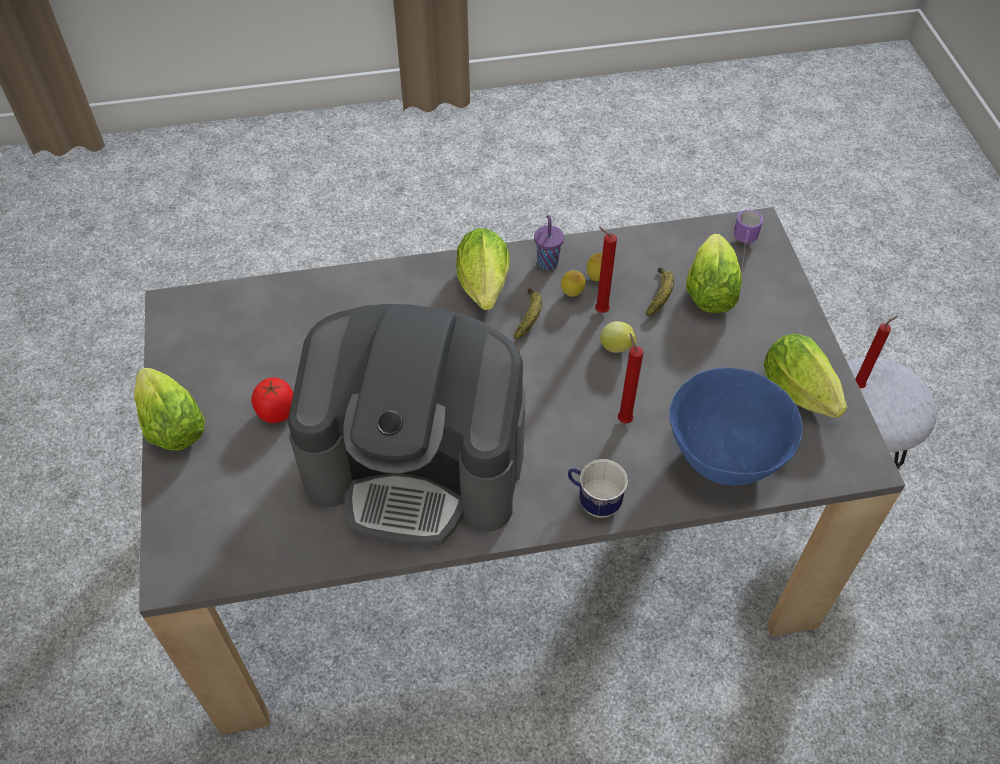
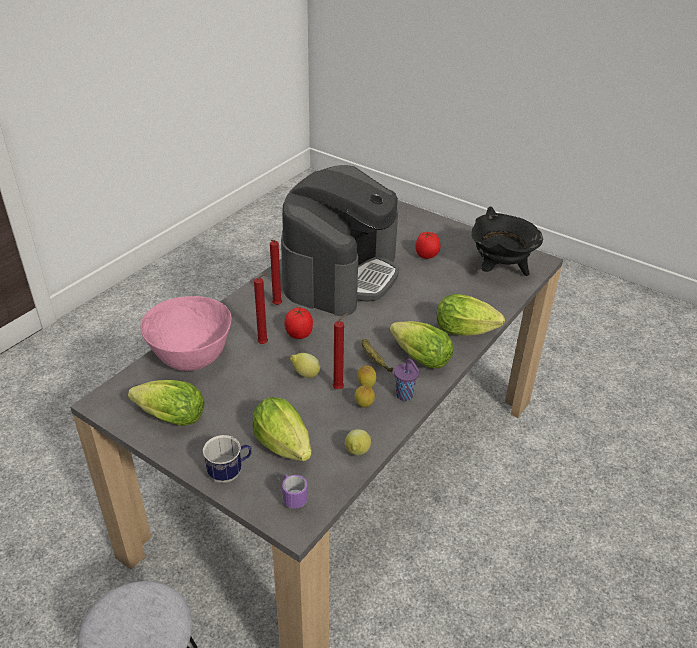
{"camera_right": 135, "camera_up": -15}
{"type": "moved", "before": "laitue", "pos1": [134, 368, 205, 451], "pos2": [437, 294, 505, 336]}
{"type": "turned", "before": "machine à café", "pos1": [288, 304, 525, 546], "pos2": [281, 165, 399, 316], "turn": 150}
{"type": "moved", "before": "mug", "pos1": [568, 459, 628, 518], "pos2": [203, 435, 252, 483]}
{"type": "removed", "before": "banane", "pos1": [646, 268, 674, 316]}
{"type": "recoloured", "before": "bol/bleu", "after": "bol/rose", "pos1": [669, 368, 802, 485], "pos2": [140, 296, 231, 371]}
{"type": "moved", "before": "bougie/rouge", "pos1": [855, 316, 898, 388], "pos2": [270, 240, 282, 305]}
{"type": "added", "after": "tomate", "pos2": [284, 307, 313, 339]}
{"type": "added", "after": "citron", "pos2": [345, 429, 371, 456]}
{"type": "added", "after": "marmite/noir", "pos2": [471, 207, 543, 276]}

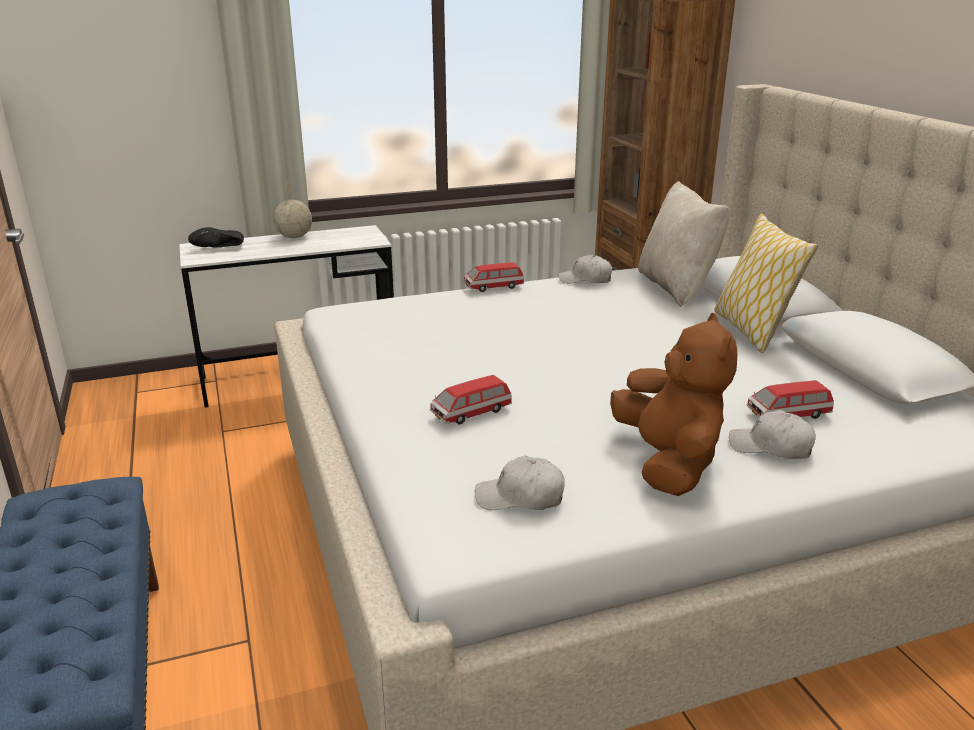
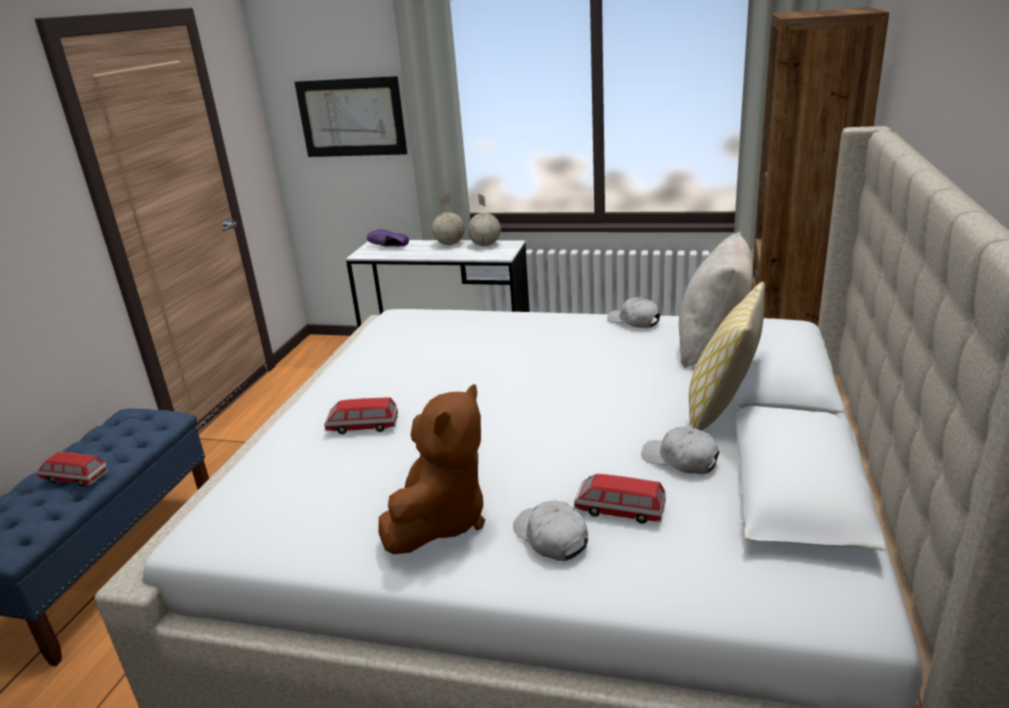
{"camera_right": 35, "camera_up": 0}
{"type": "recoloured", "before": "chaussure/noir", "after": "chaussure/violet", "pos1": [188, 227, 244, 248], "pos2": [367, 229, 409, 246]}
{"type": "moved", "before": "petite voiture", "pos1": [464, 262, 524, 292], "pos2": [36, 452, 108, 487]}
{"type": "moved", "before": "casquette/blanc", "pos1": [475, 456, 565, 510], "pos2": [641, 426, 719, 474]}
{"type": "added", "after": "tableau", "pos2": [294, 76, 407, 157]}
{"type": "added", "after": "globe", "pos2": [468, 194, 501, 246]}

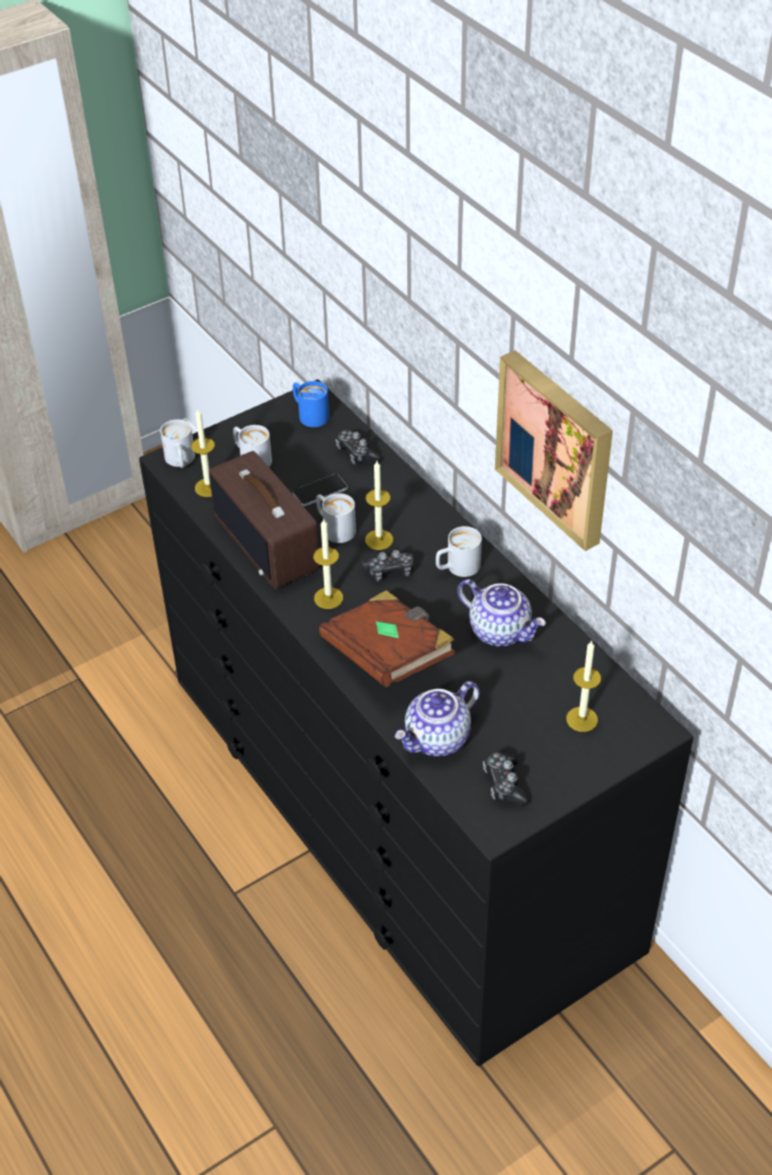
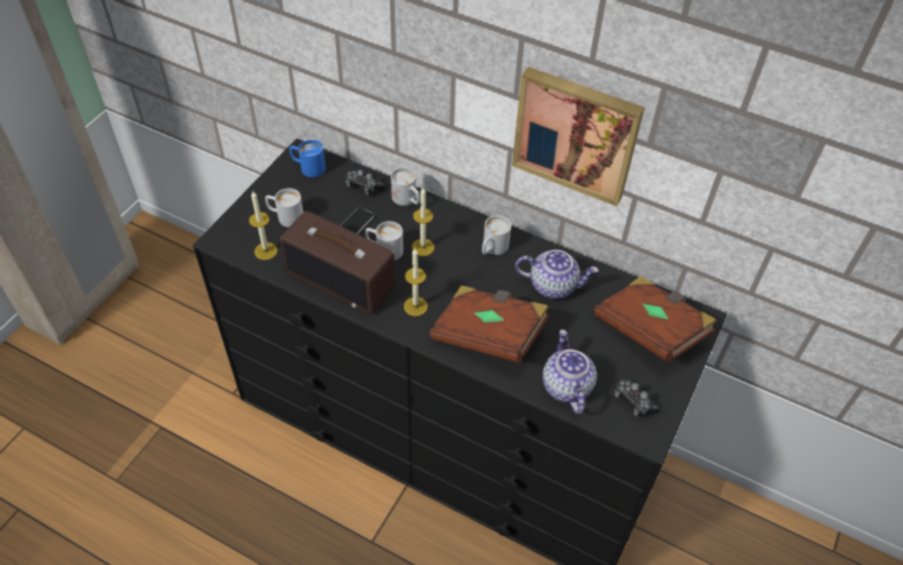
{"camera_right": -30, "camera_up": 5}
{"type": "moved", "before": "mug/blanc", "pos1": [160, 419, 195, 468], "pos2": [391, 167, 420, 206]}
{"type": "removed", "before": "manette", "pos1": [361, 550, 415, 581]}
{"type": "turned", "before": "théière", "pos1": [395, 681, 480, 757], "pos2": [543, 330, 597, 414], "turn": 150}
{"type": "replaced", "before": "bougie", "after": "livre/marron", "pos1": [566, 640, 601, 732], "pos2": [594, 276, 717, 362]}

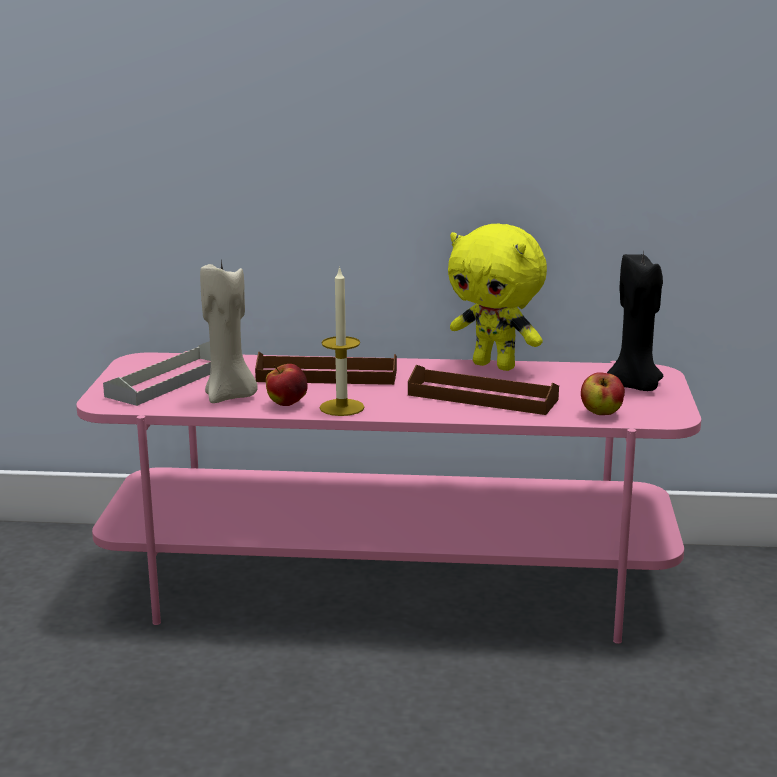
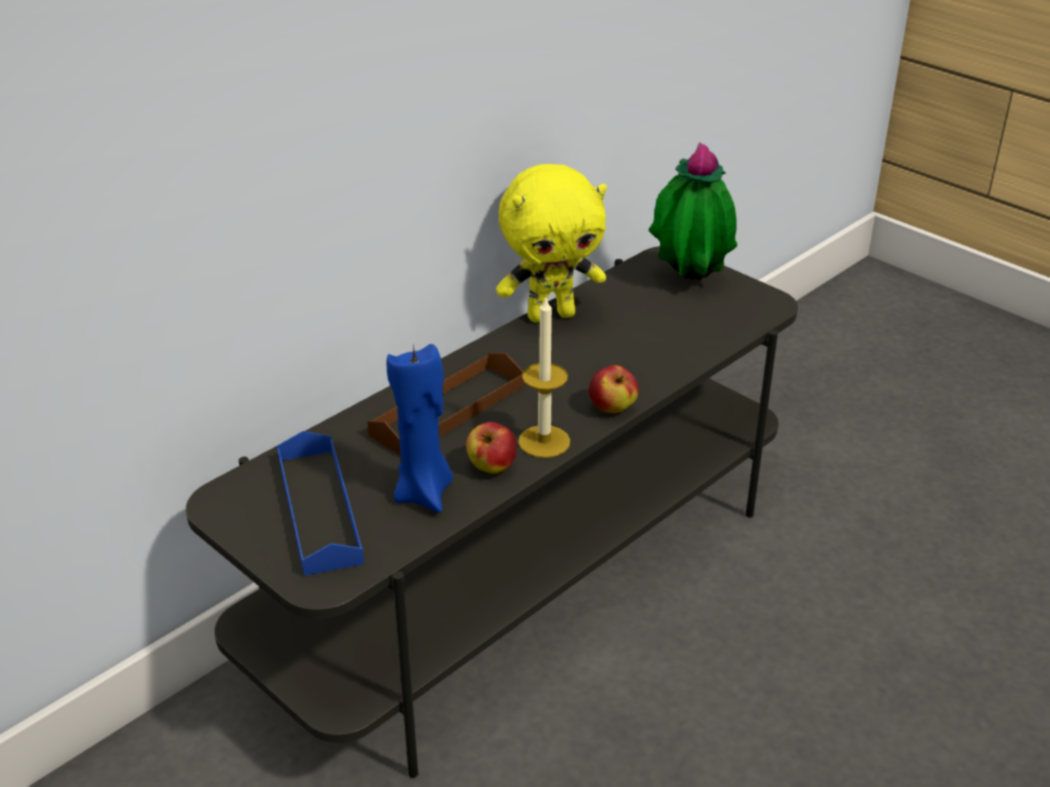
{"camera_right": -50, "camera_up": 15}
{"type": "recoloured", "before": "meuble télé/rose", "after": "meuble télé/gris", "pos1": [76, 351, 701, 644], "pos2": [186, 246, 798, 778]}
{"type": "recoloured", "before": "plateau/gris", "after": "plateau/bleu", "pos1": [103, 341, 211, 406], "pos2": [277, 431, 364, 576]}
{"type": "recoloured", "before": "bougie/beige", "after": "bougie/bleu", "pos1": [200, 259, 258, 403], "pos2": [387, 344, 453, 513]}
{"type": "removed", "before": "plateau/marron", "pos1": [408, 365, 559, 415]}
{"type": "moved", "before": "pomme", "pos1": [581, 372, 625, 415], "pos2": [589, 365, 639, 413]}
{"type": "replaced", "before": "bougie/noir", "after": "plante en pot", "pos1": [607, 253, 663, 391], "pos2": [648, 142, 737, 280]}

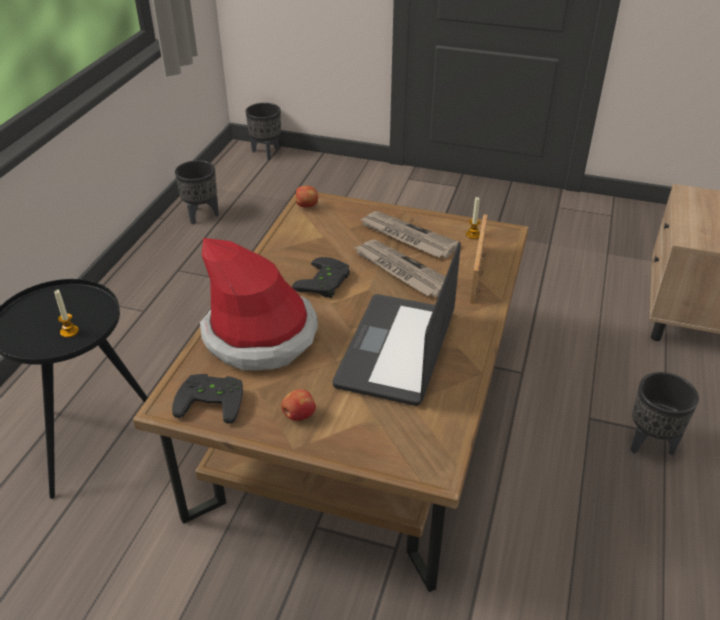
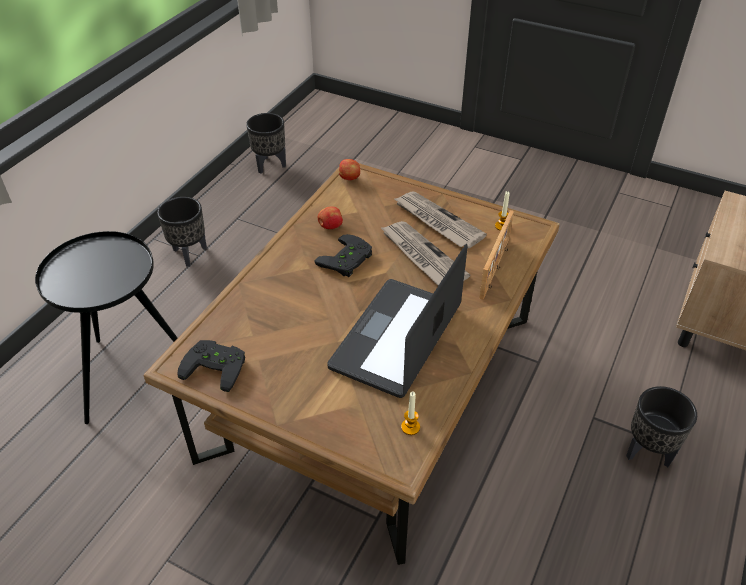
{"camera_right": 10, "camera_up": 5}
{"type": "moved", "before": "bougie", "pos1": [54, 290, 79, 338], "pos2": [401, 391, 420, 435]}
{"type": "removed", "before": "chapeau", "pos1": [200, 238, 318, 370]}
{"type": "moved", "before": "cache-pot/noir", "pos1": [246, 103, 281, 160], "pos2": [157, 197, 207, 267]}
{"type": "moved", "before": "pomme", "pos1": [281, 389, 316, 421], "pos2": [318, 207, 343, 229]}

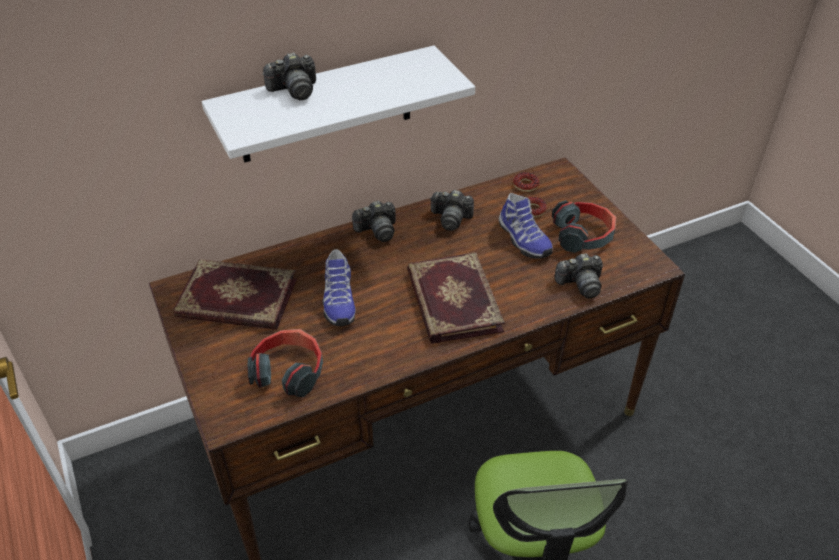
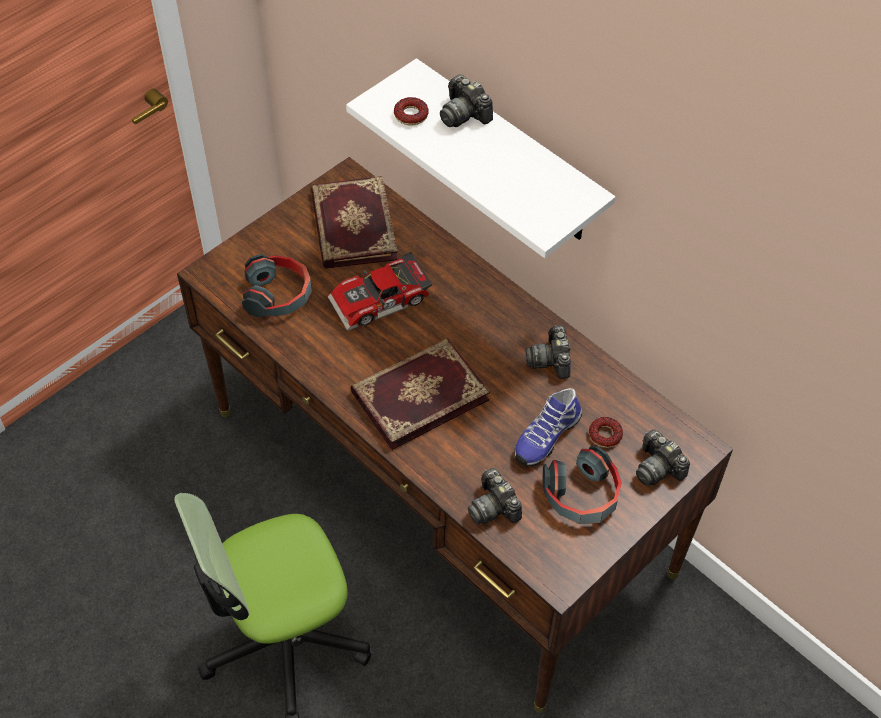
{"camera_right": 70, "camera_up": 10}
{"type": "replaced", "before": "chaussure", "after": "petite voiture", "pos1": [322, 249, 356, 326], "pos2": [328, 252, 432, 331]}
{"type": "moved", "before": "appareil photo", "pos1": [352, 201, 396, 242], "pos2": [636, 430, 690, 486]}
{"type": "moved", "before": "beignet", "pos1": [513, 172, 539, 192], "pos2": [394, 97, 429, 125]}

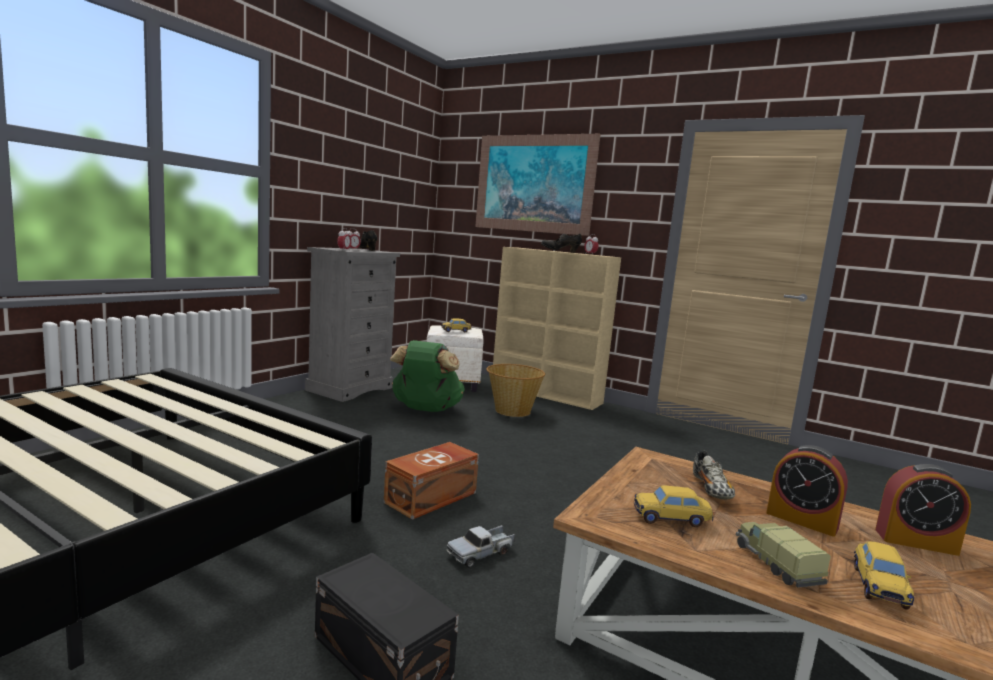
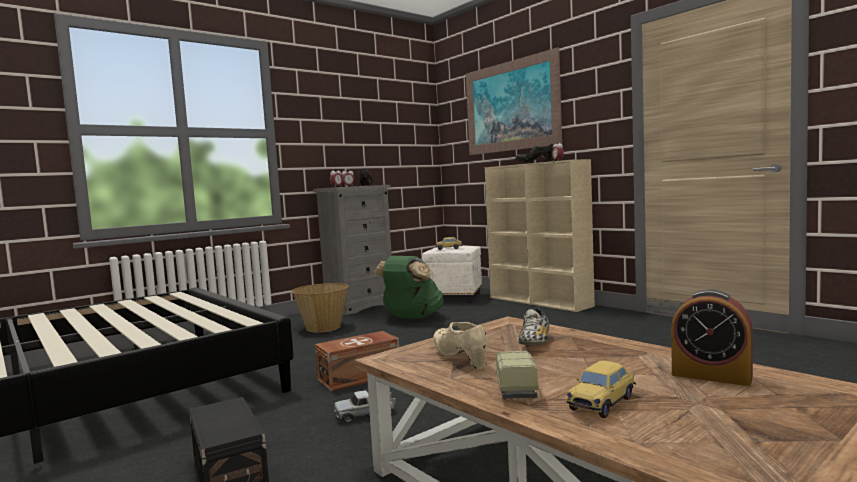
{"camera_right": 20, "camera_up": -5}
{"type": "moved", "before": "panier", "pos1": [486, 364, 545, 417], "pos2": [291, 283, 349, 332]}
{"type": "replaced", "before": "petite voiture", "after": "chaussure/beige", "pos1": [634, 485, 714, 527], "pos2": [433, 322, 488, 369]}
{"type": "removed", "before": "réveil", "pos1": [766, 445, 848, 537]}

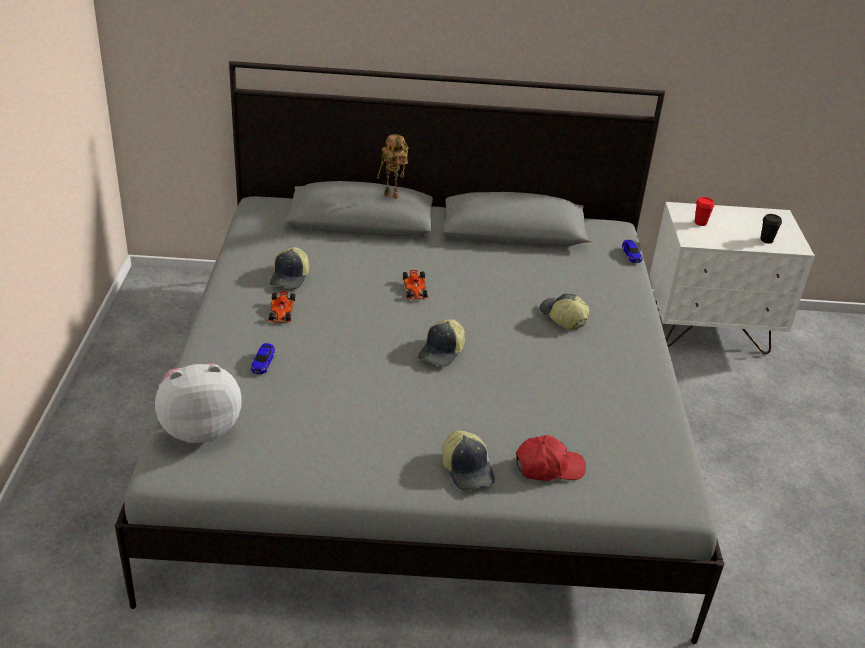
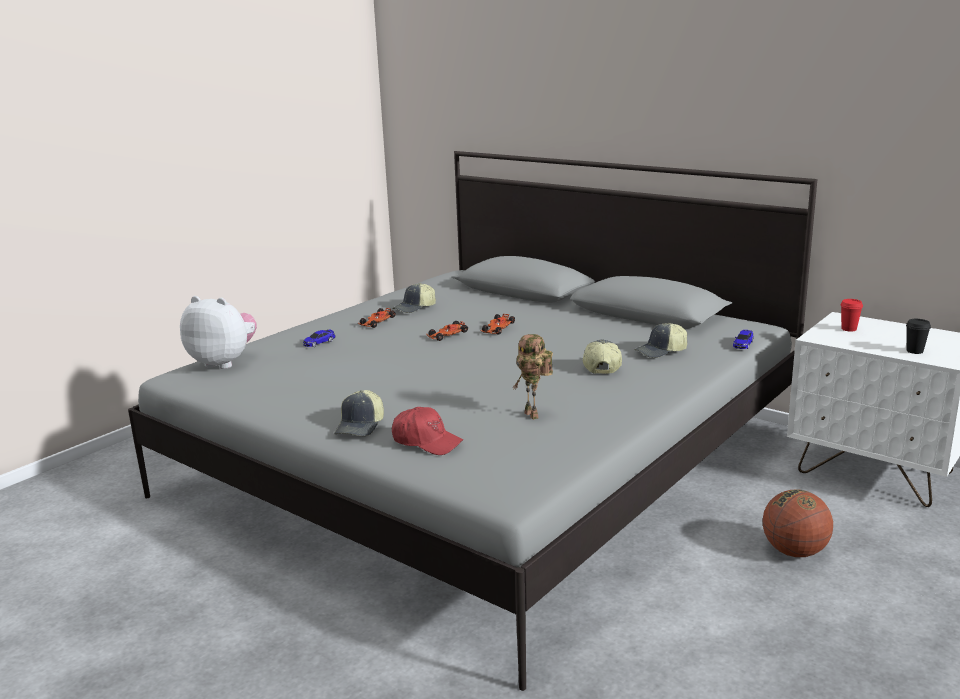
{"camera_right": 40, "camera_up": -15}
{"type": "moved", "before": "robot jouet", "pos1": [377, 134, 409, 199], "pos2": [513, 334, 553, 420]}
{"type": "moved", "before": "casquette", "pos1": [418, 319, 465, 367], "pos2": [634, 323, 687, 358]}
{"type": "added", "after": "petite voiture", "pos2": [426, 321, 468, 341]}
{"type": "added", "after": "ballon de basket", "pos2": [763, 490, 833, 557]}

